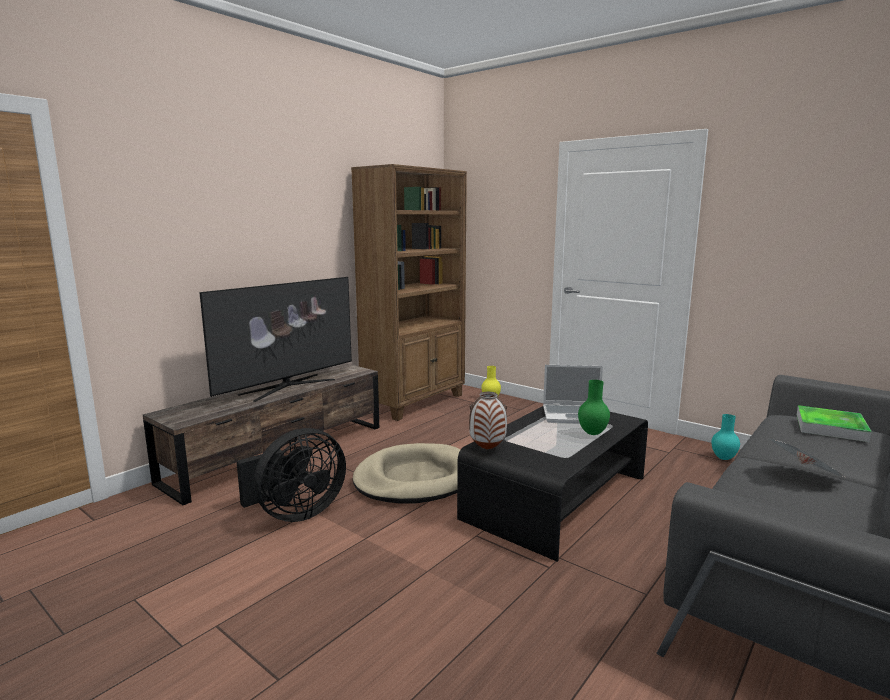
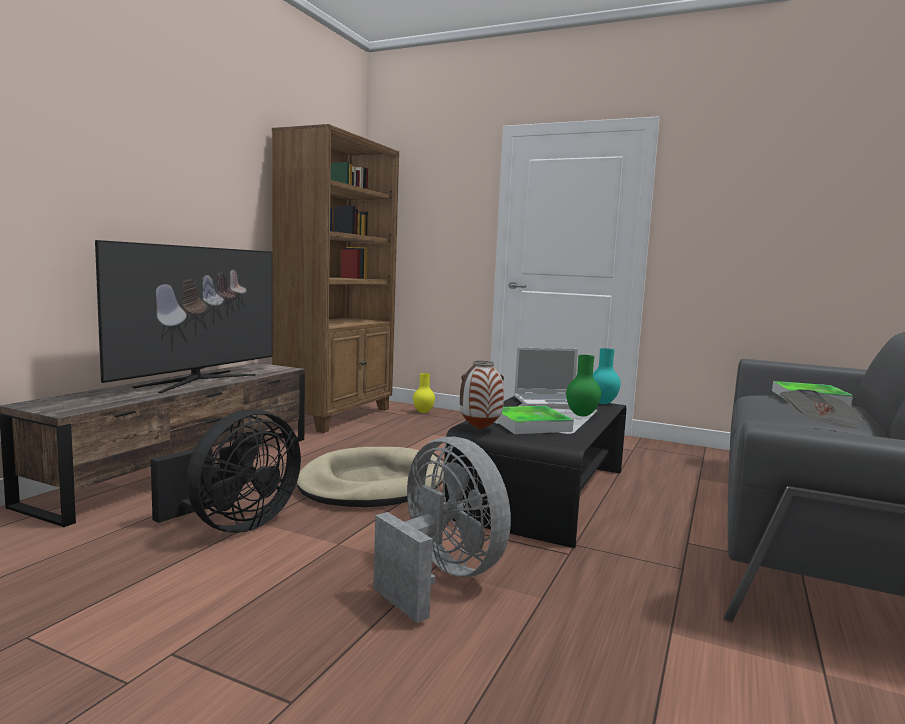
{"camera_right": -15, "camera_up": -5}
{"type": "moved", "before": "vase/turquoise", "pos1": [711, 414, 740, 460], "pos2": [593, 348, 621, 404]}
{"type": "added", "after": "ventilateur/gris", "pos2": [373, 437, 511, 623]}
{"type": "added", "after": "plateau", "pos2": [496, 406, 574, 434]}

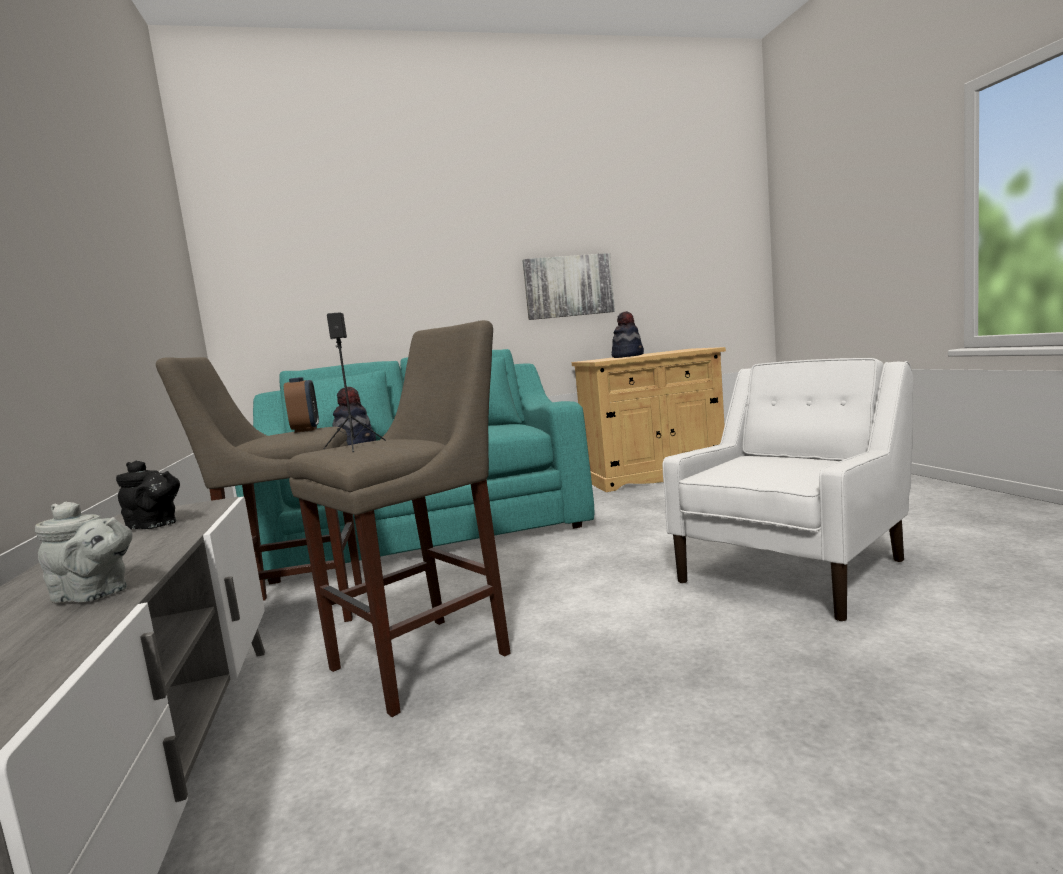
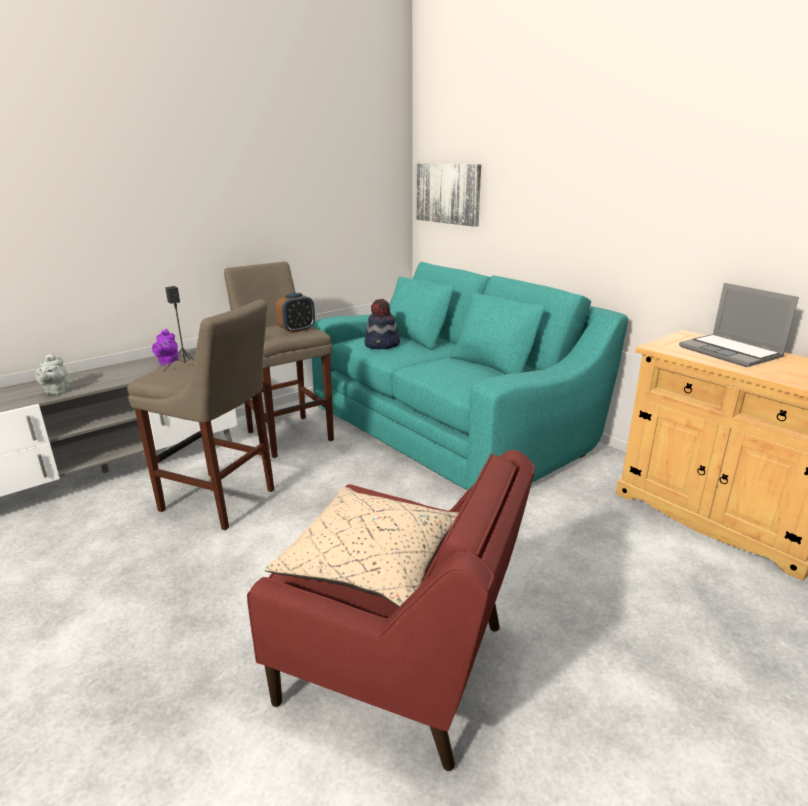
{"camera_right": 65, "camera_up": 15}
{"type": "recoloured", "before": "théière/noir", "after": "théière/violet", "pos1": [116, 461, 180, 529], "pos2": [152, 329, 179, 365]}
{"type": "moved", "before": "tableau", "pos1": [522, 253, 615, 320], "pos2": [417, 163, 481, 227]}
{"type": "replaced", "before": "chapeau", "after": "ordinateur portable", "pos1": [612, 311, 644, 358], "pos2": [679, 283, 799, 367]}
{"type": "recoloured", "before": "fauteuil/blanc", "after": "fauteuil/rouge", "pos1": [663, 358, 913, 621], "pos2": [247, 450, 535, 771]}
{"type": "added", "after": "coussin/beige", "pos2": [264, 487, 458, 607]}

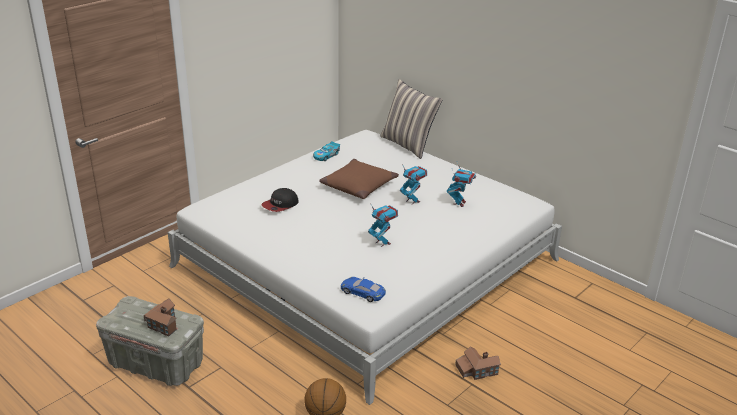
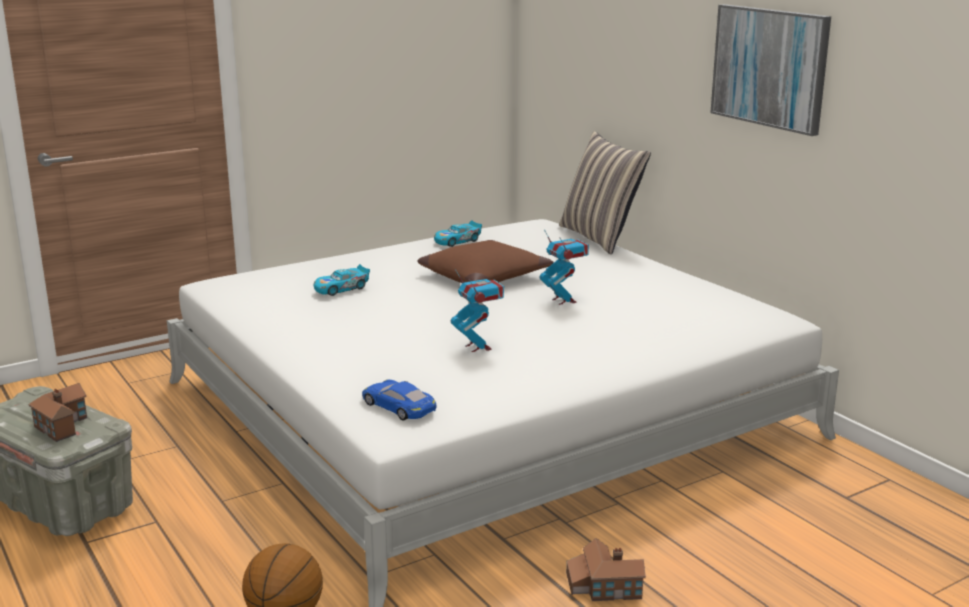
{"camera_right": 15, "camera_up": -10}
{"type": "replaced", "before": "casquette", "after": "petite voiture", "pos1": [261, 188, 299, 212], "pos2": [314, 264, 370, 296]}
{"type": "removed", "before": "robot jouet", "pos1": [447, 162, 476, 207]}
{"type": "added", "after": "tableau", "pos2": [710, 4, 831, 136]}

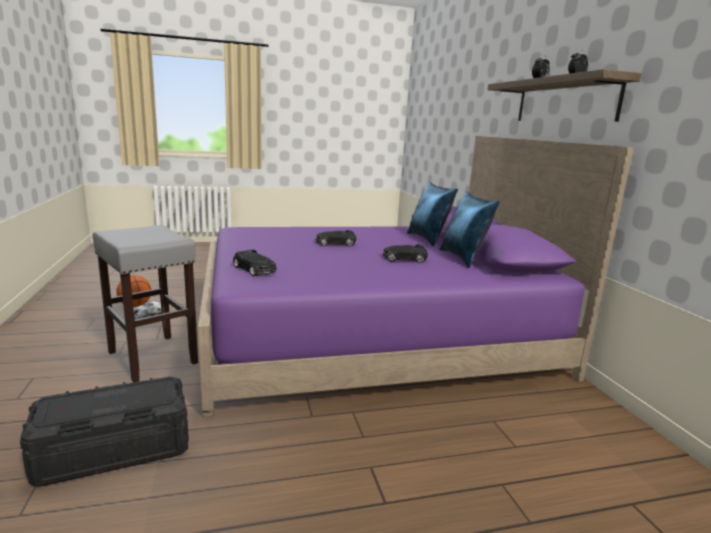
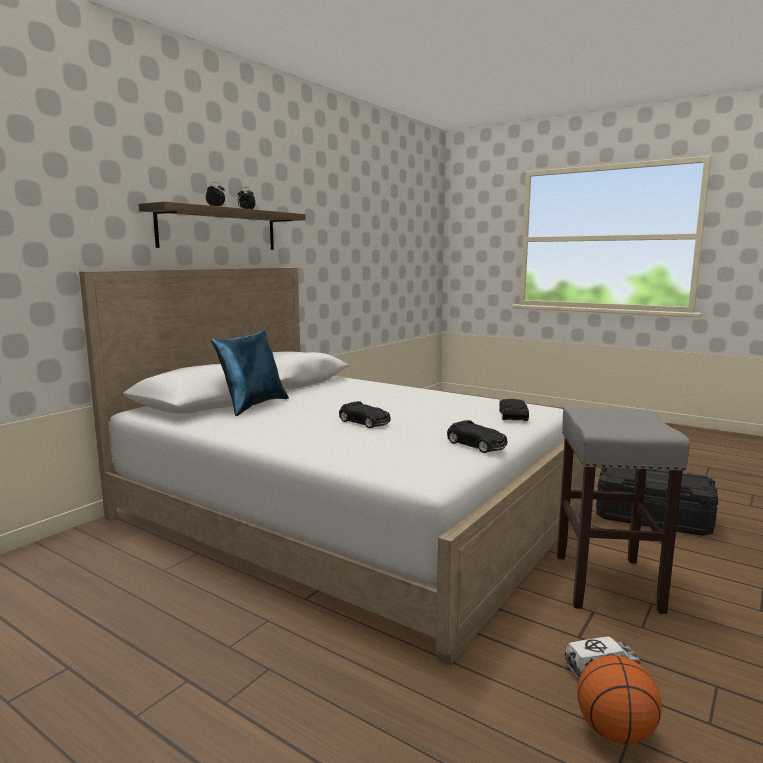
{"camera_right": -130, "camera_up": -5}
{"type": "recoloured", "before": "lit/violet", "after": "lit/blanc", "pos1": [198, 136, 634, 417], "pos2": [79, 268, 584, 665]}
{"type": "moved", "before": "petite voiture/noir", "pos1": [382, 244, 428, 263], "pos2": [447, 420, 507, 453]}
{"type": "removed", "before": "coussin/bleu", "pos1": [439, 192, 500, 268]}

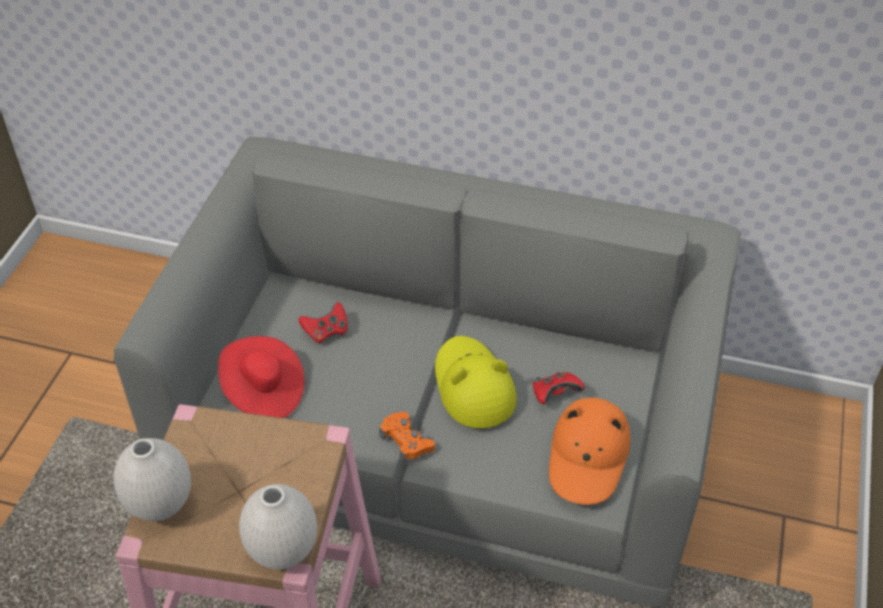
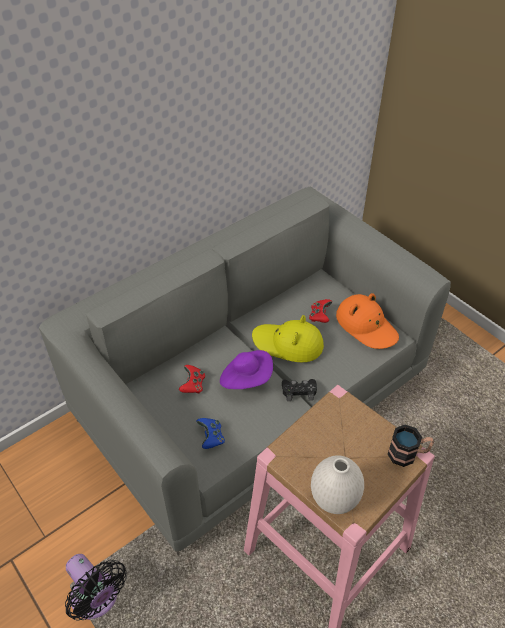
{"camera_right": -55, "camera_up": 0}
{"type": "replaced", "before": "chapeau/rouge", "after": "manette/bleu", "pos1": [218, 336, 305, 418], "pos2": [197, 418, 225, 449]}
{"type": "replaced", "before": "vase/blanc", "after": "mug", "pos1": [239, 484, 317, 570], "pos2": [388, 425, 434, 467]}
{"type": "recoloured", "before": "manette/orange", "after": "manette/noir", "pos1": [379, 412, 435, 463], "pos2": [282, 379, 317, 401]}
{"type": "added", "after": "ventilateur/noir", "pos2": [65, 554, 127, 621]}
{"type": "added", "after": "chapeau/violet", "pos2": [220, 350, 273, 389]}

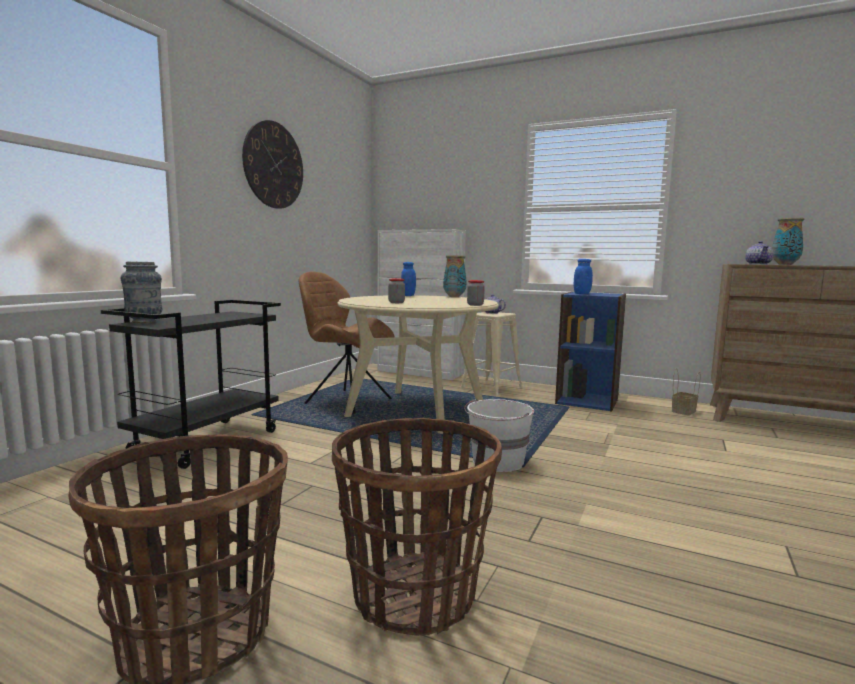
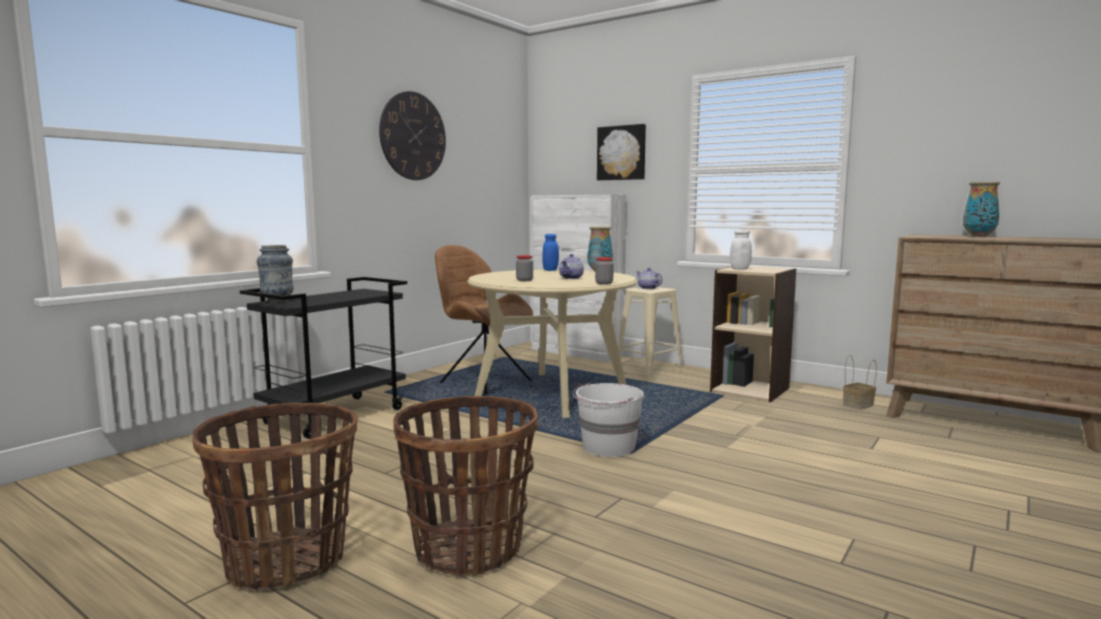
{"camera_right": 10, "camera_up": 0}
{"type": "recoloured", "before": "bibliothèque/bleu", "after": "bibliothèque/beige", "pos1": [555, 292, 626, 412], "pos2": [710, 266, 796, 402]}
{"type": "recoloured", "before": "bocal/bleu", "after": "bocal/blanc", "pos1": [574, 259, 593, 294], "pos2": [730, 230, 752, 270]}
{"type": "moved", "before": "théière", "pos1": [745, 241, 774, 264], "pos2": [559, 254, 584, 279]}
{"type": "added", "after": "tableau", "pos2": [597, 124, 646, 180]}

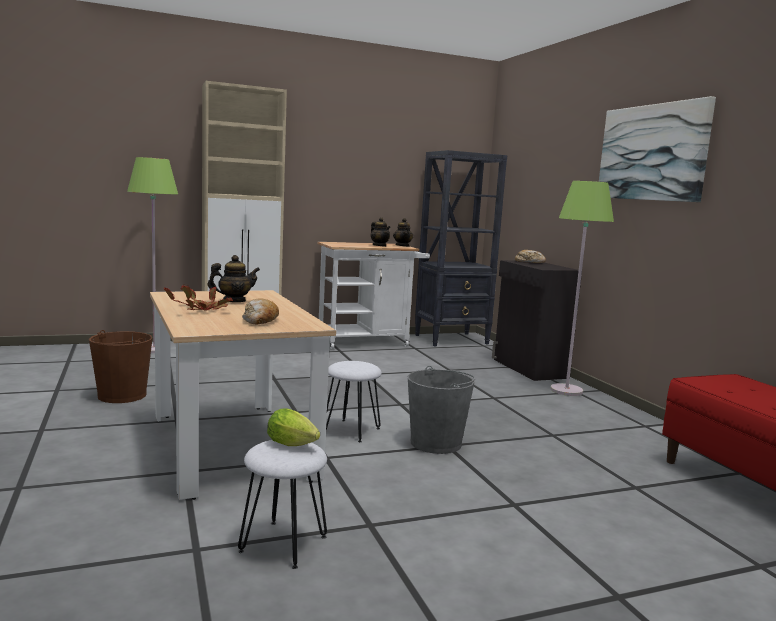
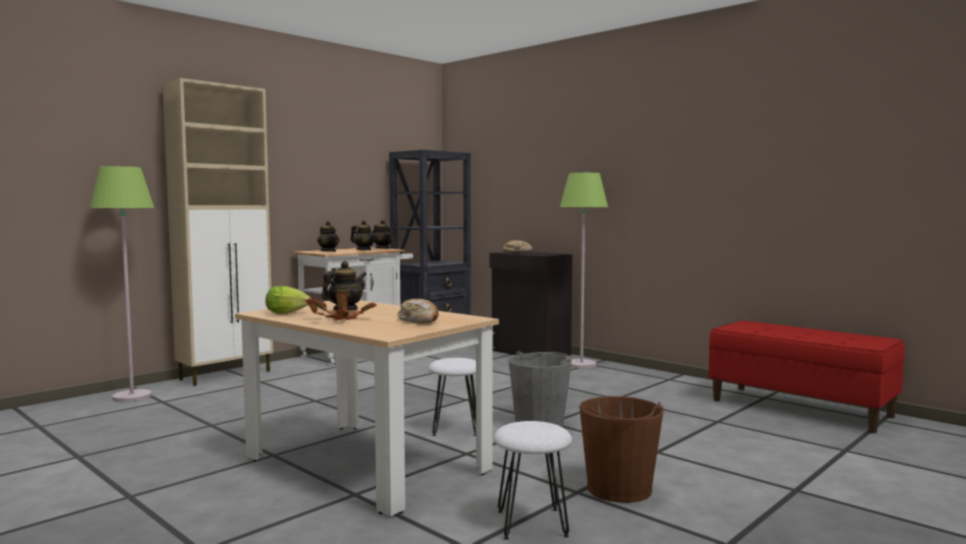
{"camera_right": -25, "camera_up": -5}
{"type": "moved", "before": "seau/marron", "pos1": [89, 330, 152, 403], "pos2": [579, 396, 664, 503]}
{"type": "moved", "before": "laitue", "pos1": [267, 408, 320, 446], "pos2": [265, 286, 311, 314]}
{"type": "removed", "before": "tableau", "pos1": [599, 96, 716, 202]}
{"type": "added", "after": "théière", "pos2": [317, 221, 340, 252]}

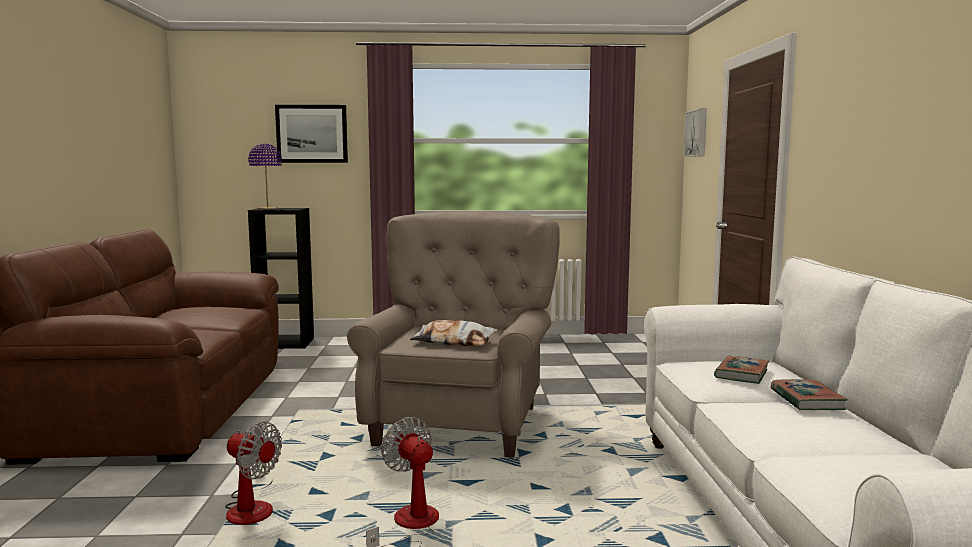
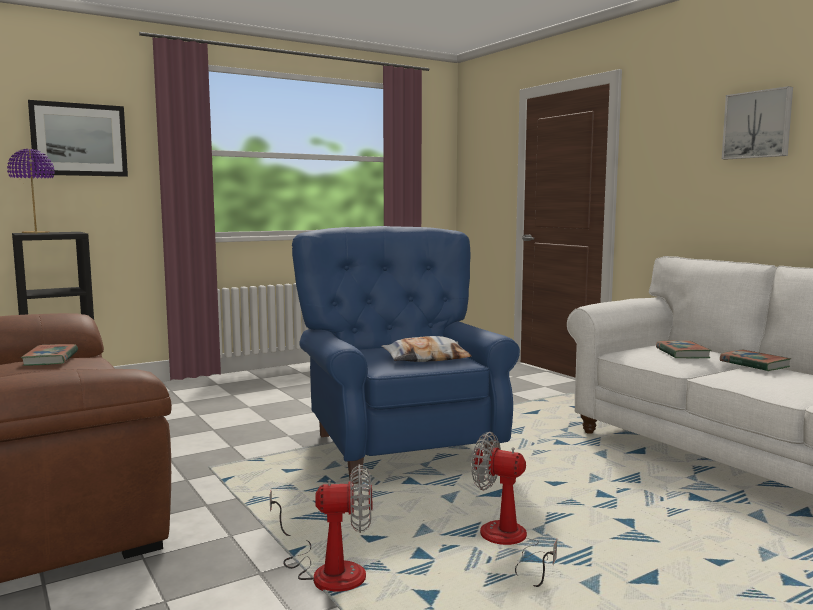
{"camera_right": -30, "camera_up": 0}
{"type": "recoloured", "before": "fauteuil/beige", "after": "fauteuil/bleu", "pos1": [347, 212, 560, 458], "pos2": [292, 226, 520, 484]}
{"type": "moved", "before": "tableau", "pos1": [684, 108, 707, 157], "pos2": [722, 86, 793, 159]}
{"type": "added", "after": "livre", "pos2": [21, 344, 78, 366]}

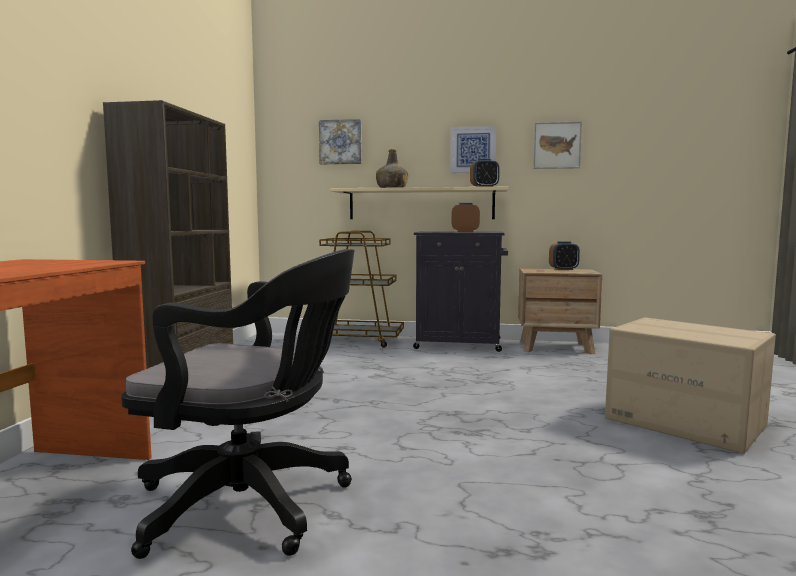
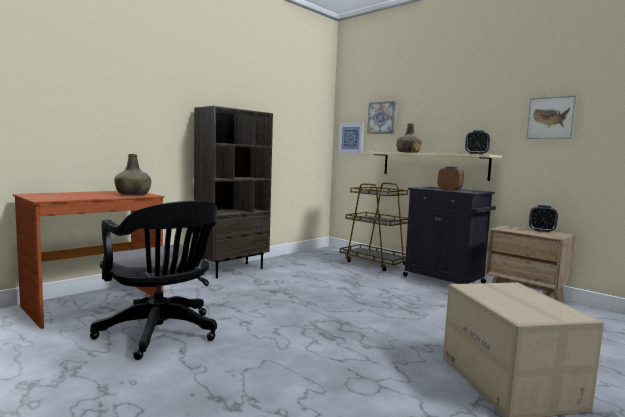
{"camera_right": 35, "camera_up": 0}
{"type": "moved", "before": "tableau", "pos1": [450, 126, 496, 173], "pos2": [338, 122, 364, 153]}
{"type": "added", "after": "bouteille/vert", "pos2": [114, 154, 151, 195]}

